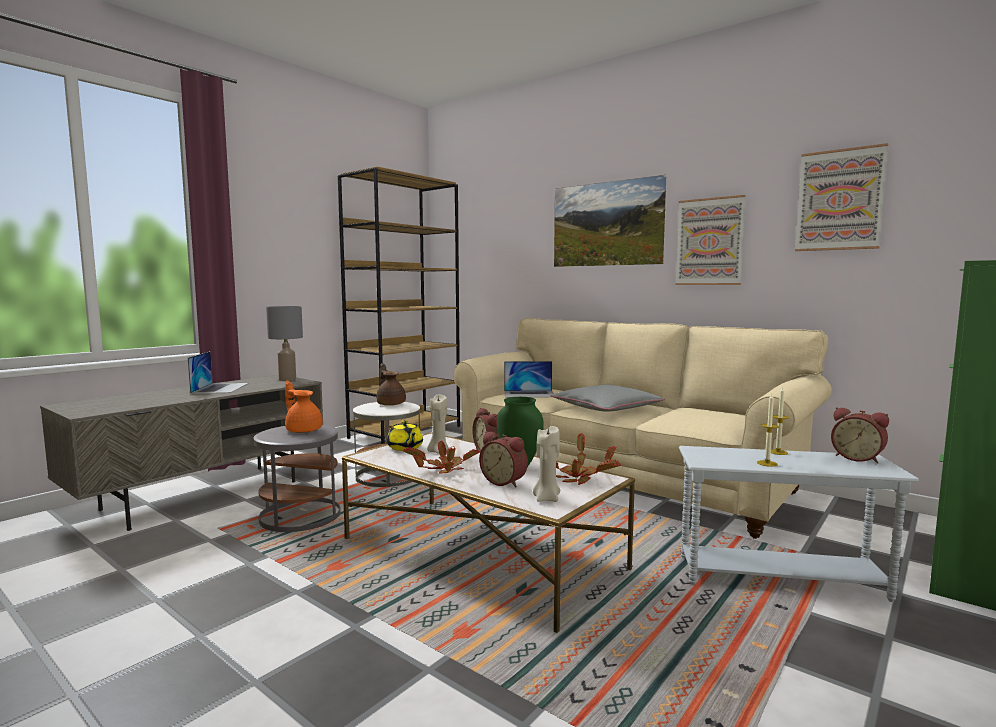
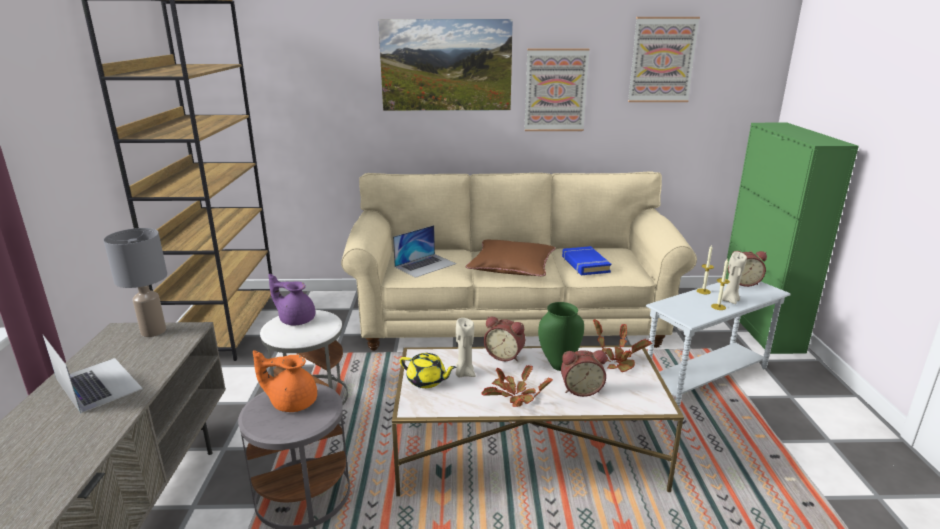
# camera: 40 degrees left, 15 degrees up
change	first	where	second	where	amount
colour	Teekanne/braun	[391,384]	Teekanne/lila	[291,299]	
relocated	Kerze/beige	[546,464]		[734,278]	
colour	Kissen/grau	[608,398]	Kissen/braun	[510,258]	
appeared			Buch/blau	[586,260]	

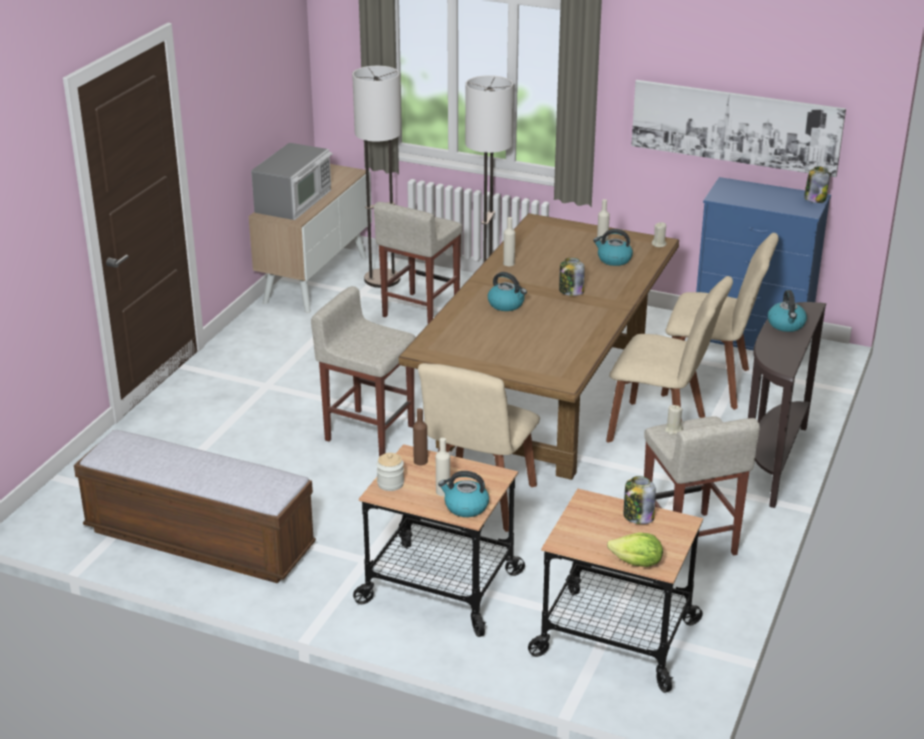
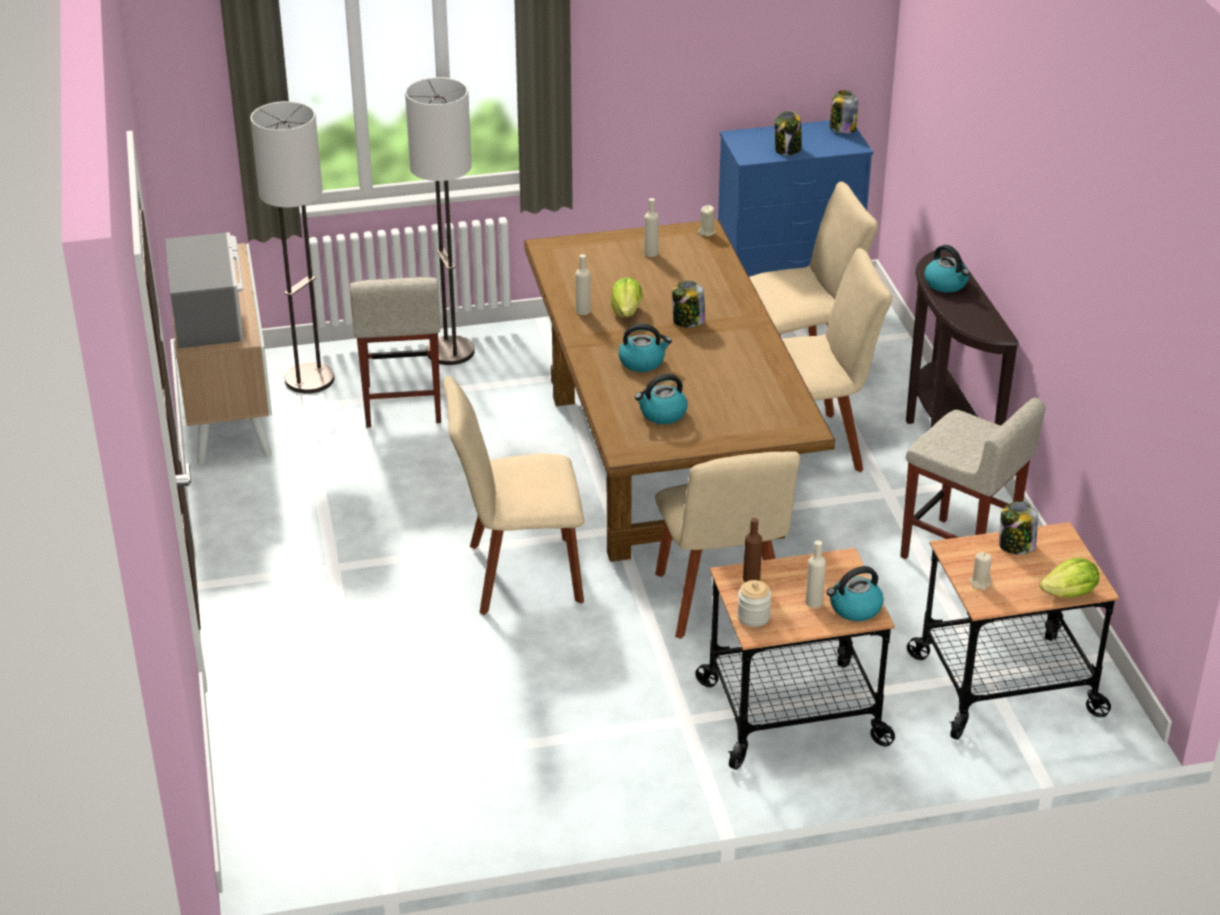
# camera: 35 degrees left, 5 degrees up
change	first	where	second	where	amount
missing	Bank	[195,506]			
exchanged	Hocker/beige	[363,371]	Stuhl/beige	[513,495]	
relocated	Wasserkessel	[613,247]		[661,399]	
missing	Bild	[738,128]			
relocated	Kerze/beige	[674,420]		[981,571]	
appeared			Salatkopf	[627,297]	
appeared			Vorratsglas	[788,133]	

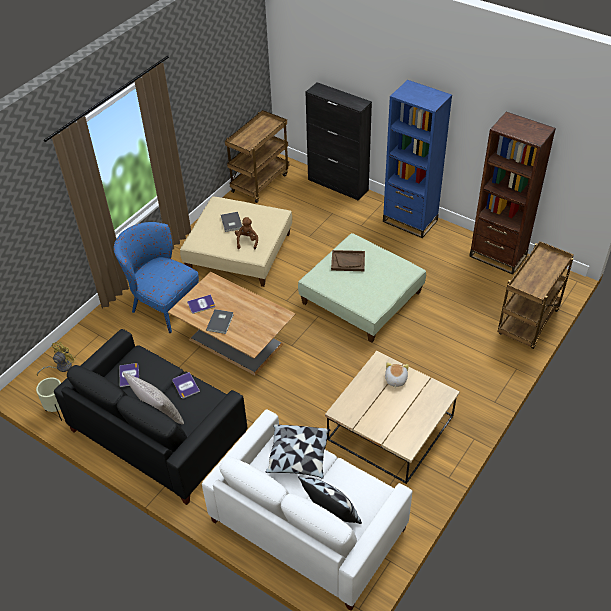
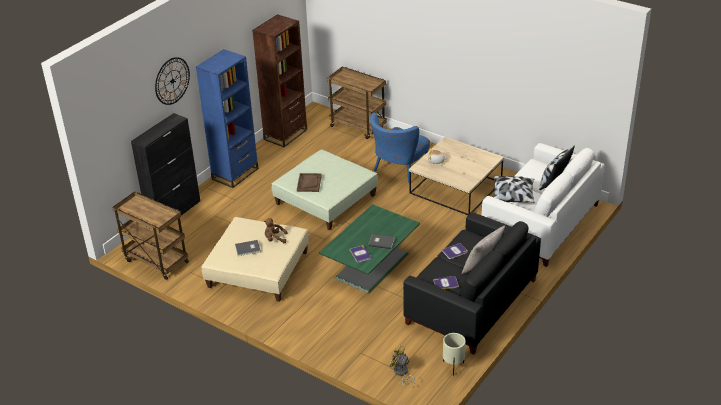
# camera: 90 degrees left, 10 degrees down
change	first	where	second	where	amount
relocated	Sessel/blau	[156,277]		[400,148]	
colour	Couchtisch/braun	[232,323]	Couchtisch/grün	[369,249]	
appeared			Wanduhr	[172,81]	

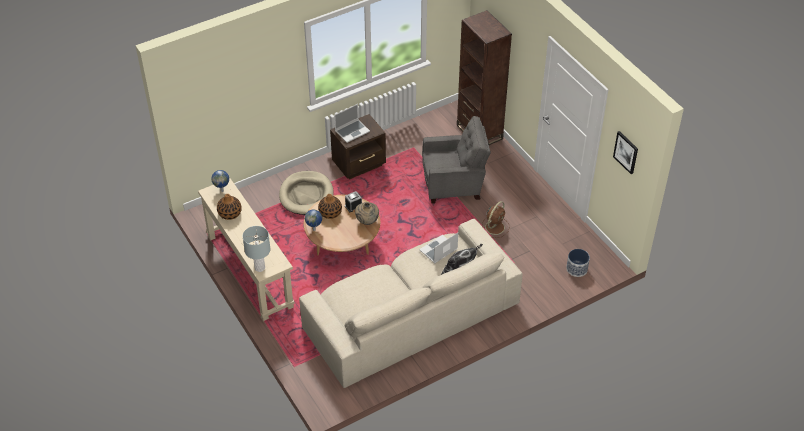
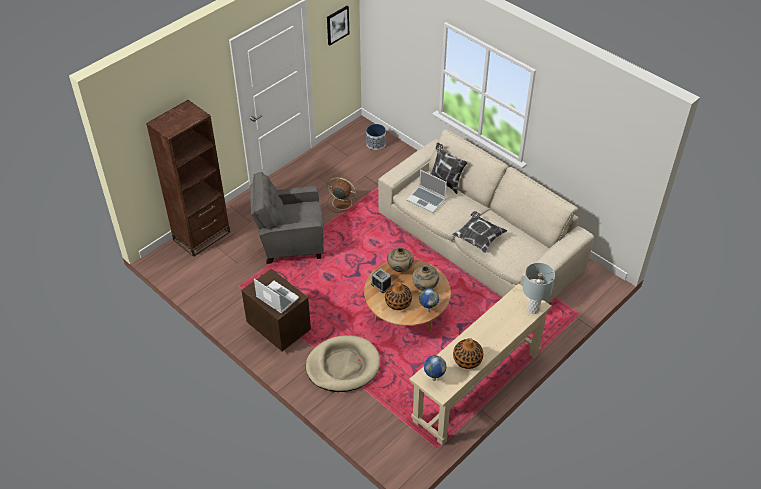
# camera: 105 degrees left, 0 degrees up
change	first	where	second	where	amount
spun	Sessel/grau	[456,160]		[287,218]	75 degrees counterclockwise
appeared			Vase/beige	[425,277]	
appeared			Kissen	[479,232]	

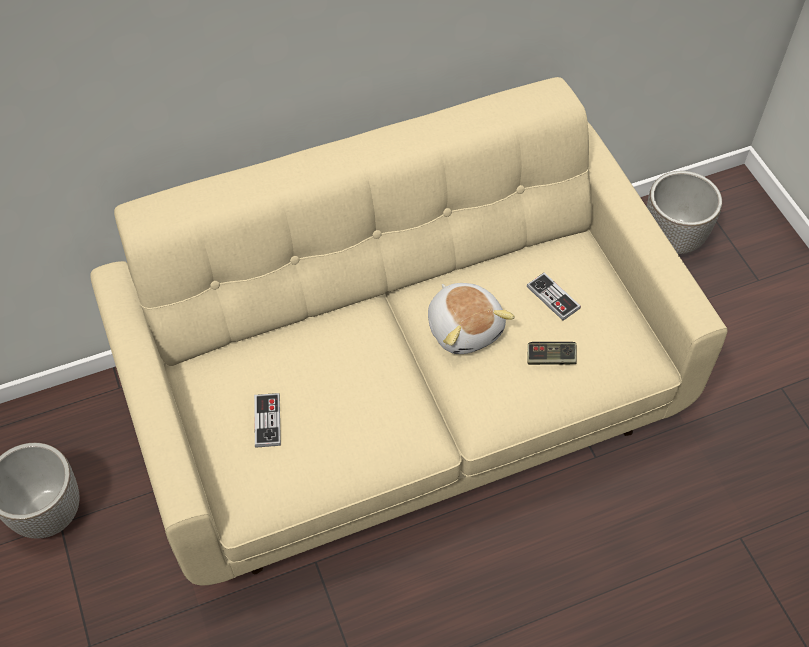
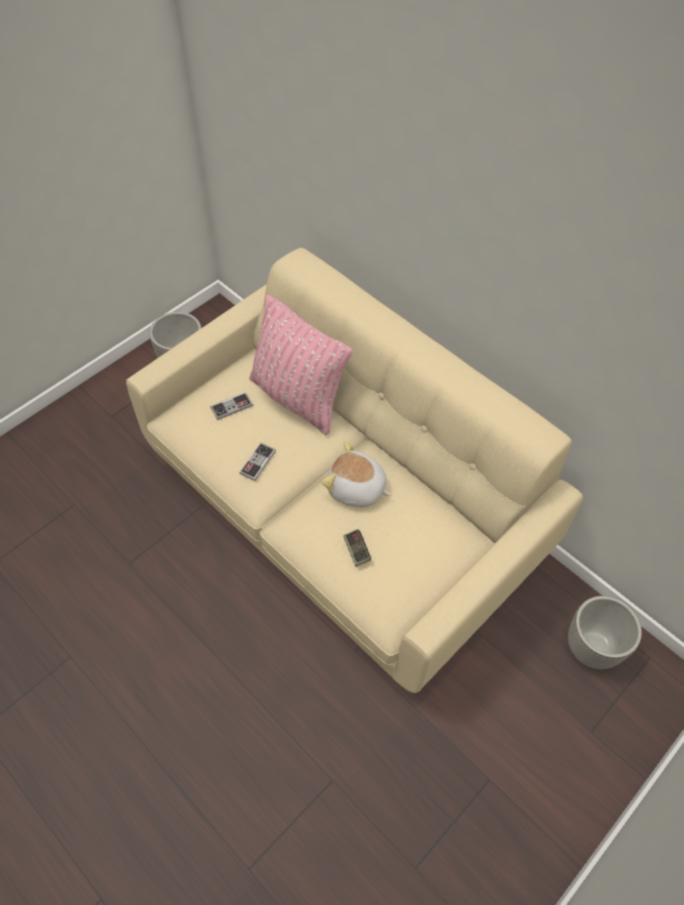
# camera: 65 degrees right, 0 degrees up
change	first	where	second	where	amount
spun	Plüschtier	[471,318]		[356,474]	75 degrees clockwise
relocated	Gamepad	[554,296]		[257,462]	
appeared			Kissen/rosa	[300,364]	

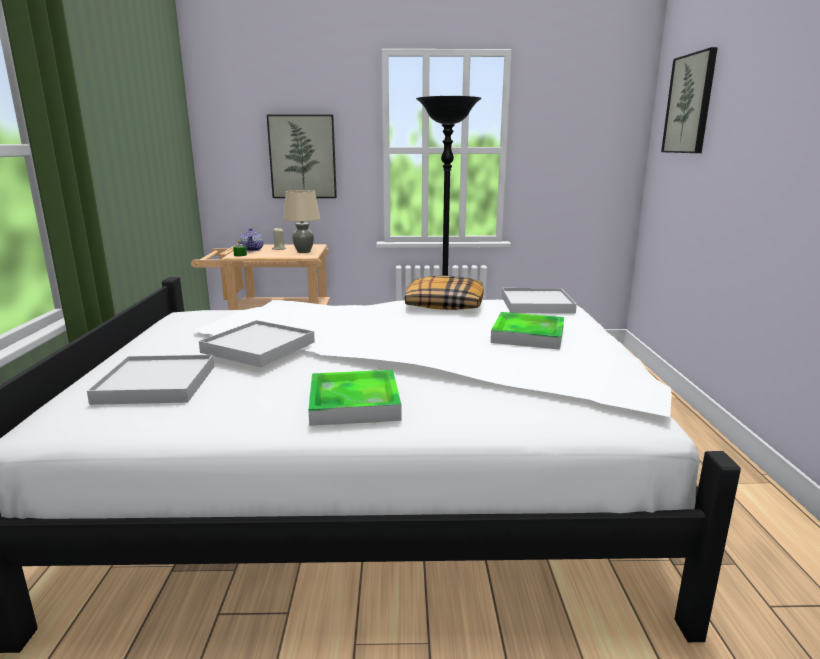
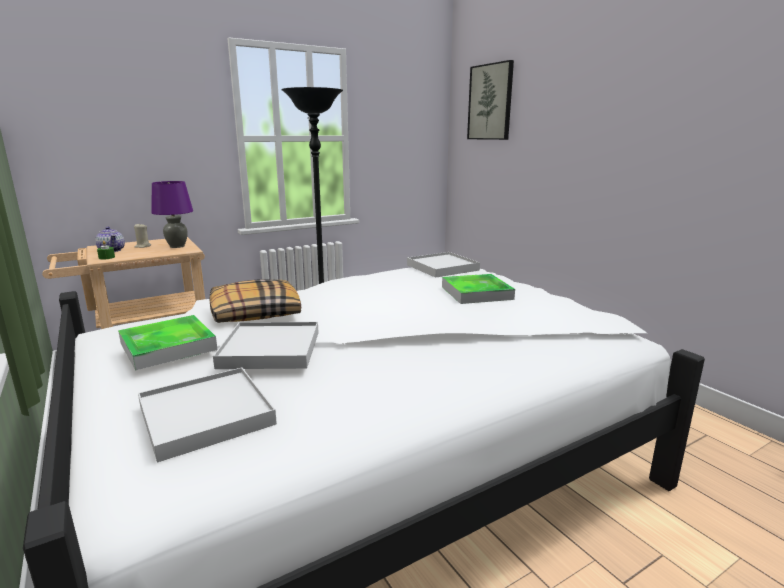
# camera: 30 degrees left, 0 degrees up
change	first	where	second	where	amount
missing	Bild	[302,156]			
colour	Tischlampe/beige	[302,221]	Tischlampe/lila	[172,214]	
relocated	Tablett	[355,398]		[168,342]	
relocated	Kissen	[444,292]		[255,301]	

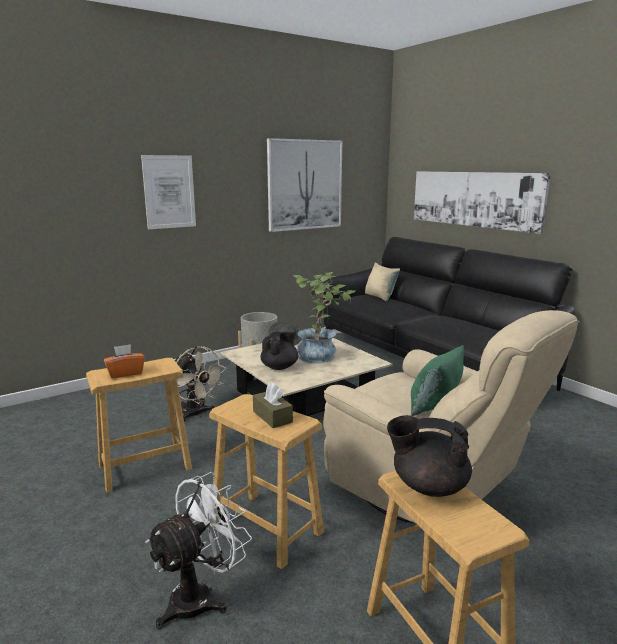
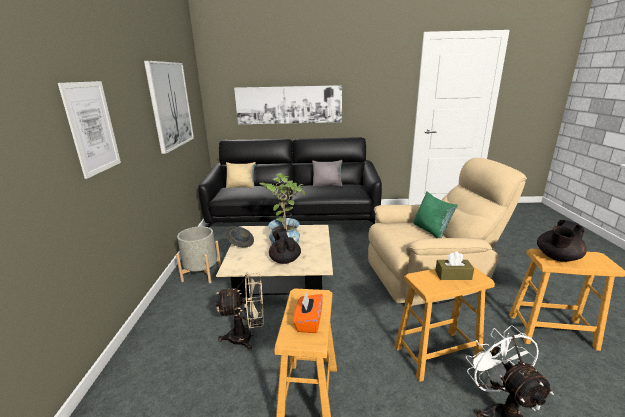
# camera: 55 degrees left, 5 degrees up
change	first	where	second	where	amount
appeared			Kissen/grau	[327,173]	

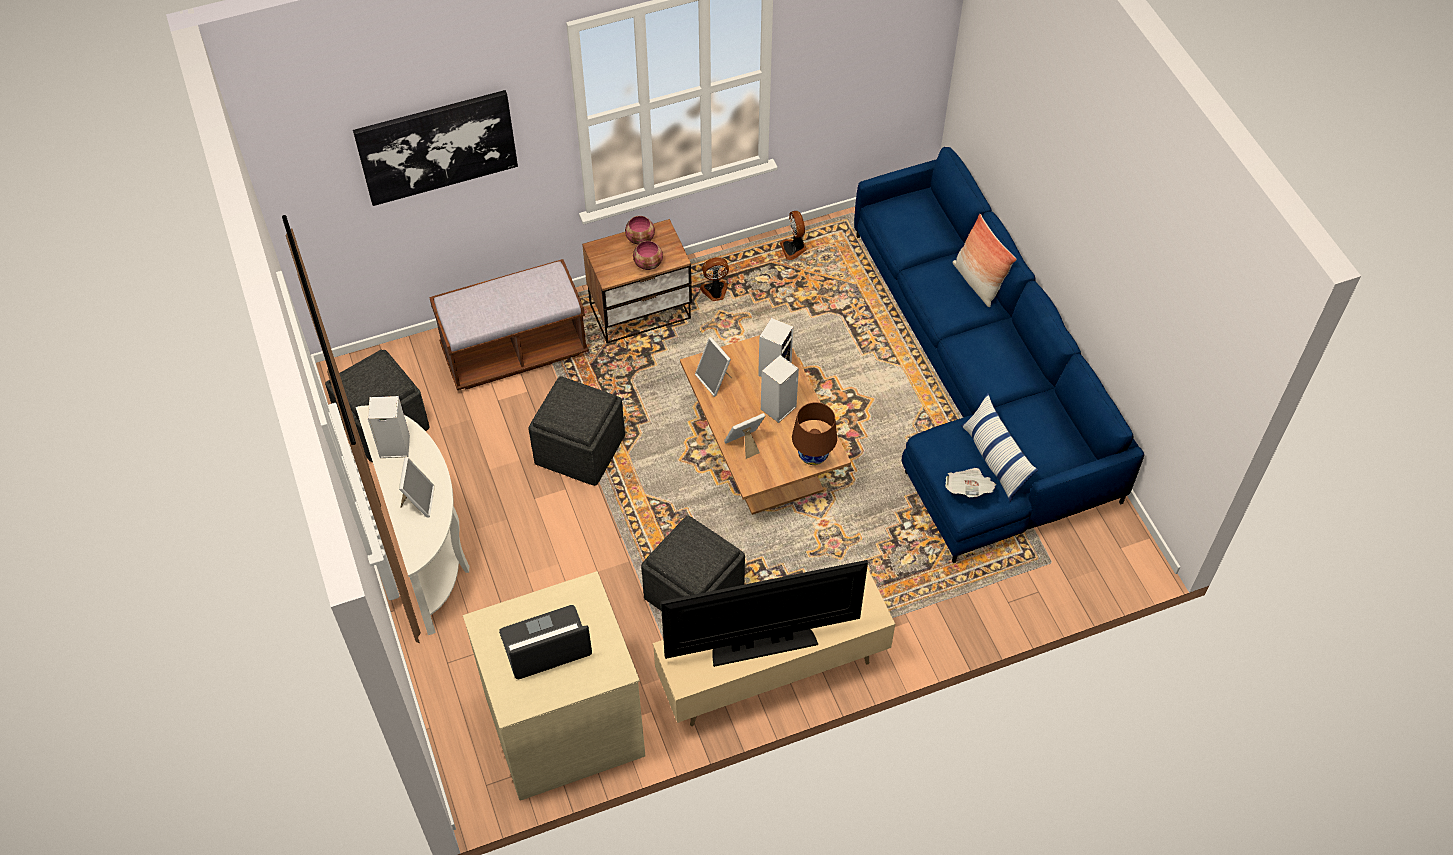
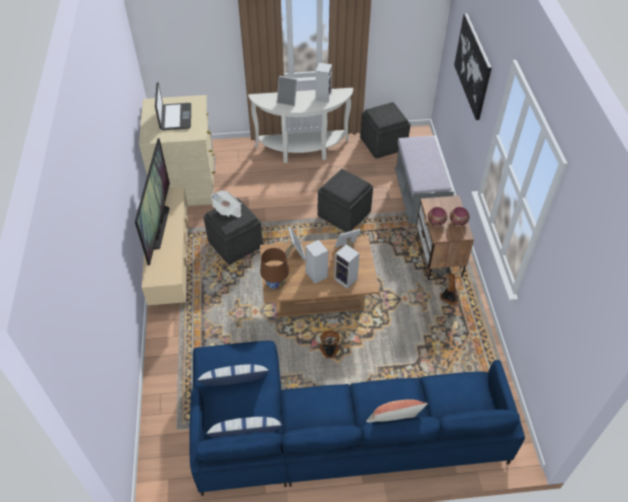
# camera: 105 degrees right, 5 degrees down
change	first	where	second	where	amount
colour	Bank/braun	[509,324]	Bank/grau	[424,179]	
relocated	Ventilator	[793,235]		[330,344]	
relocated	Zeitung	[970,482]		[226,204]	
appeared			Kissen	[244,427]	

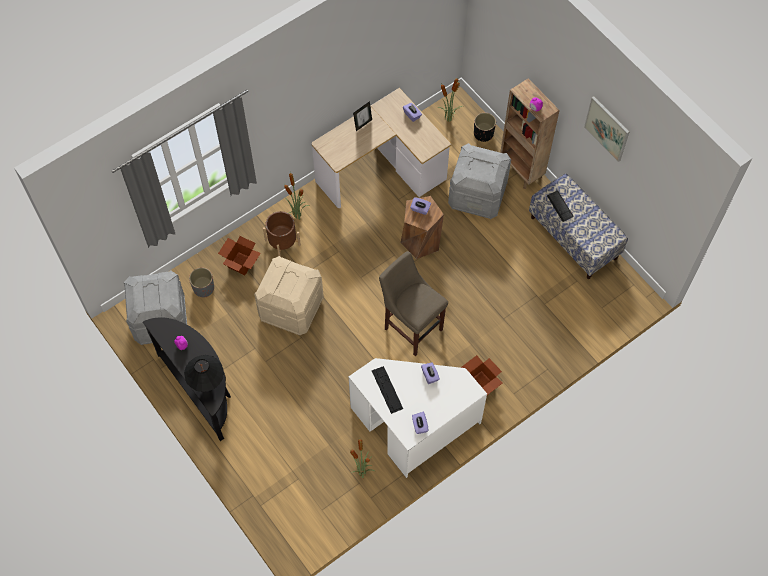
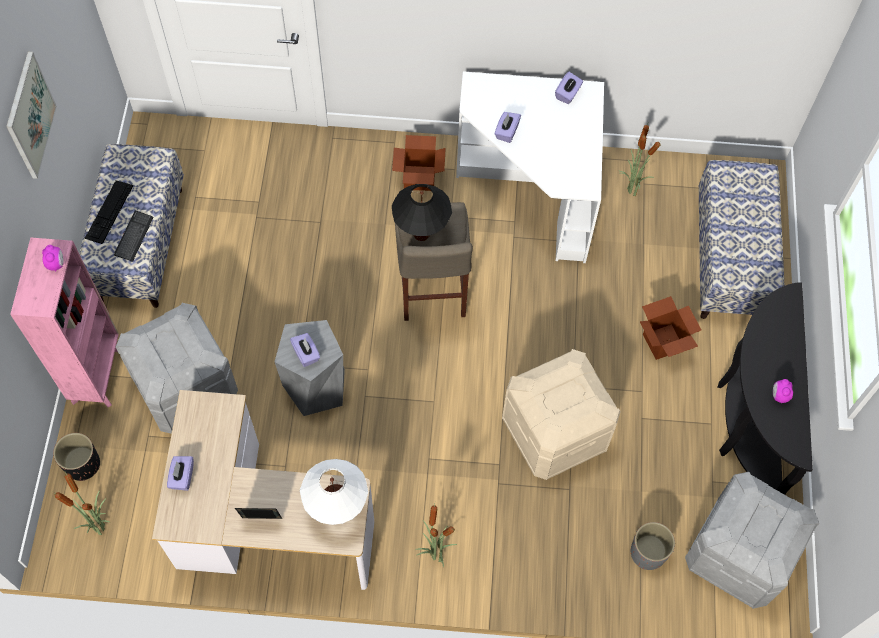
# camera: 140 degrees left, 0 degrees up
change	first	where	second	where	amount
relocated	Tischlampe/schwarz	[204,373]		[422,212]	
relocated	Karton	[239,255]		[670,328]	
missing	Pflanzkübel/braun	[282,234]			
relocated	Tastatur	[387,390]		[109,212]	
colour	Hocker/braun	[422,227]	Hocker/grau	[310,368]	
colour	Bücherregal/braun	[530,134]	Bücherregal/rosa	[64,323]	
appeared			Tischlampe/weiß	[334,492]	
appeared			Bank	[741,239]	

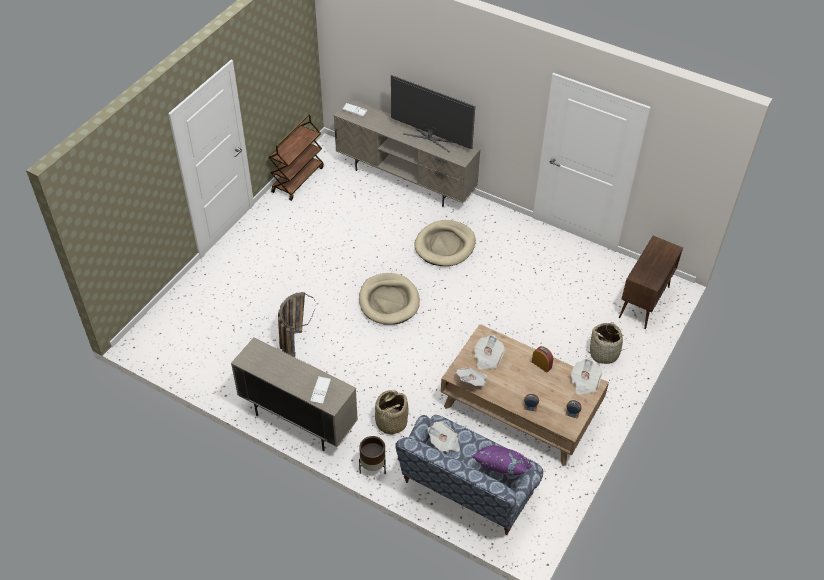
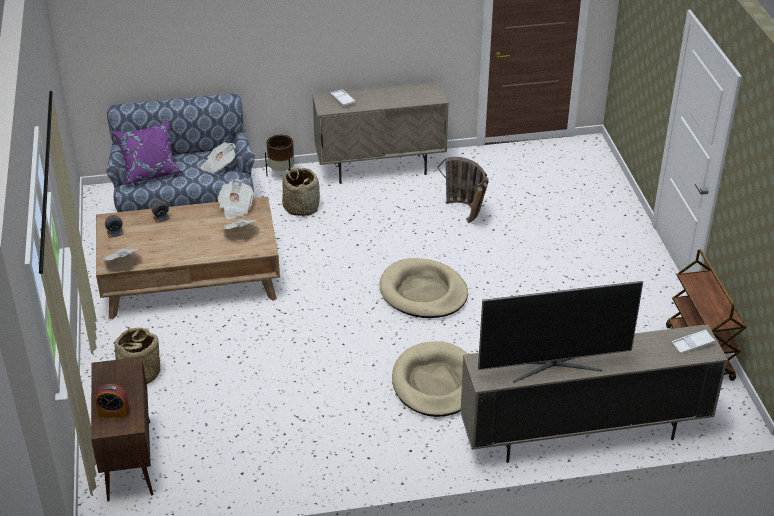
# camera: 140 degrees right, 10 degrees down
change	first	where	second	where	amount
relocated	Wecker	[542,359]		[112,401]	

